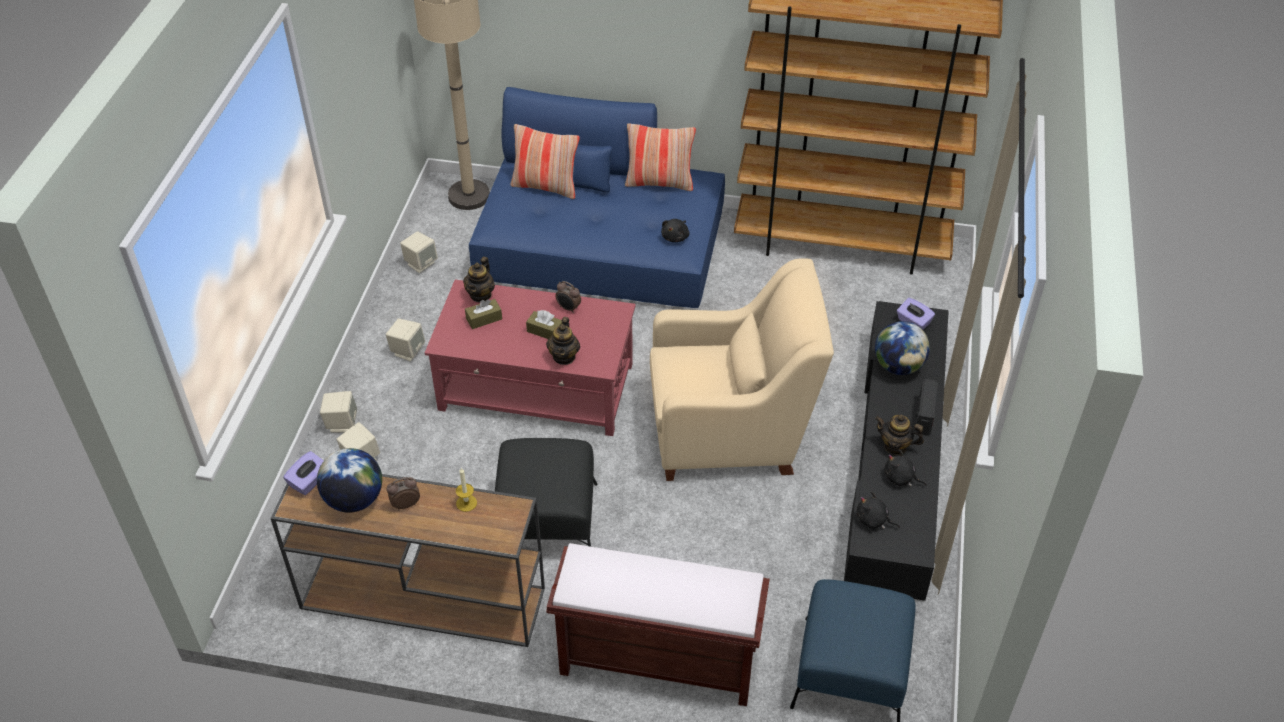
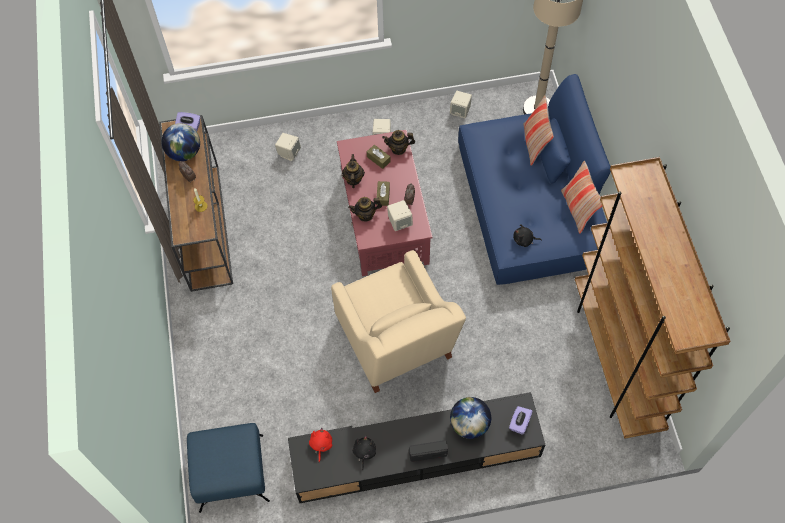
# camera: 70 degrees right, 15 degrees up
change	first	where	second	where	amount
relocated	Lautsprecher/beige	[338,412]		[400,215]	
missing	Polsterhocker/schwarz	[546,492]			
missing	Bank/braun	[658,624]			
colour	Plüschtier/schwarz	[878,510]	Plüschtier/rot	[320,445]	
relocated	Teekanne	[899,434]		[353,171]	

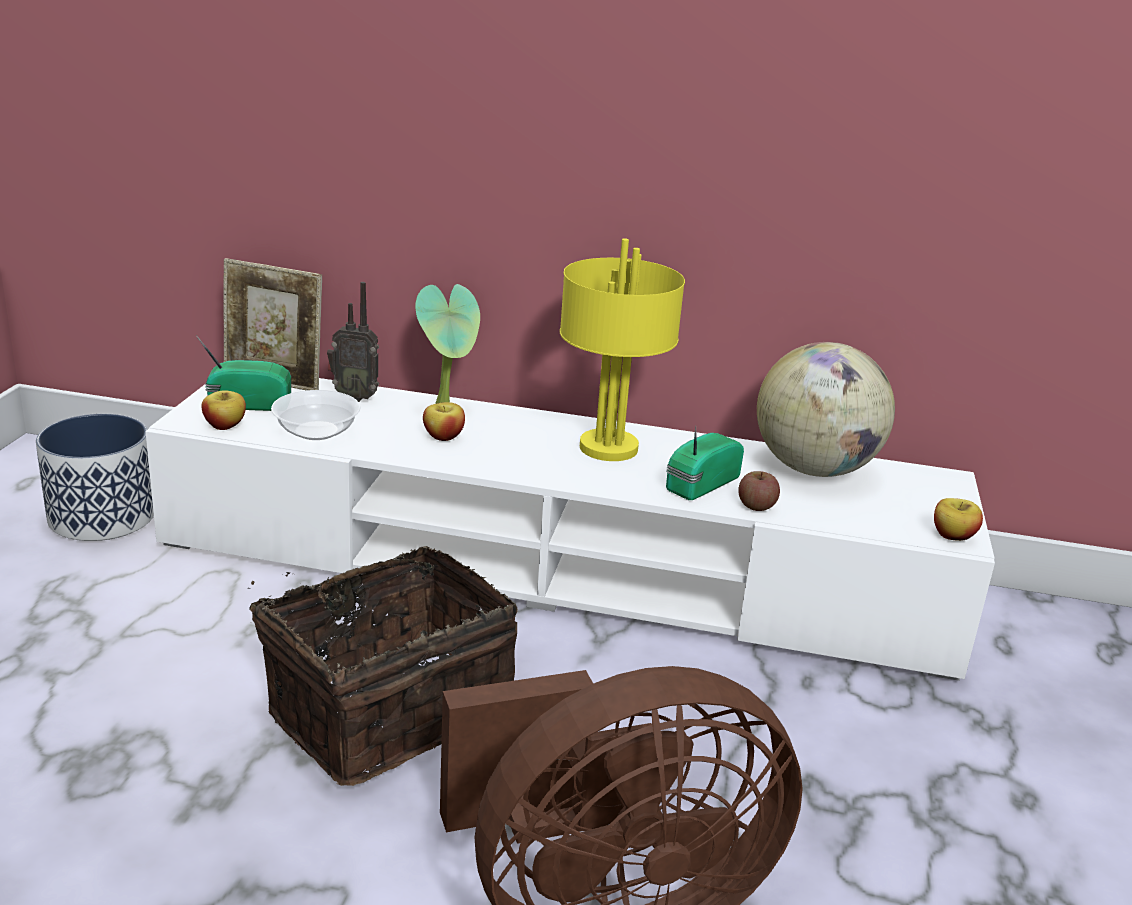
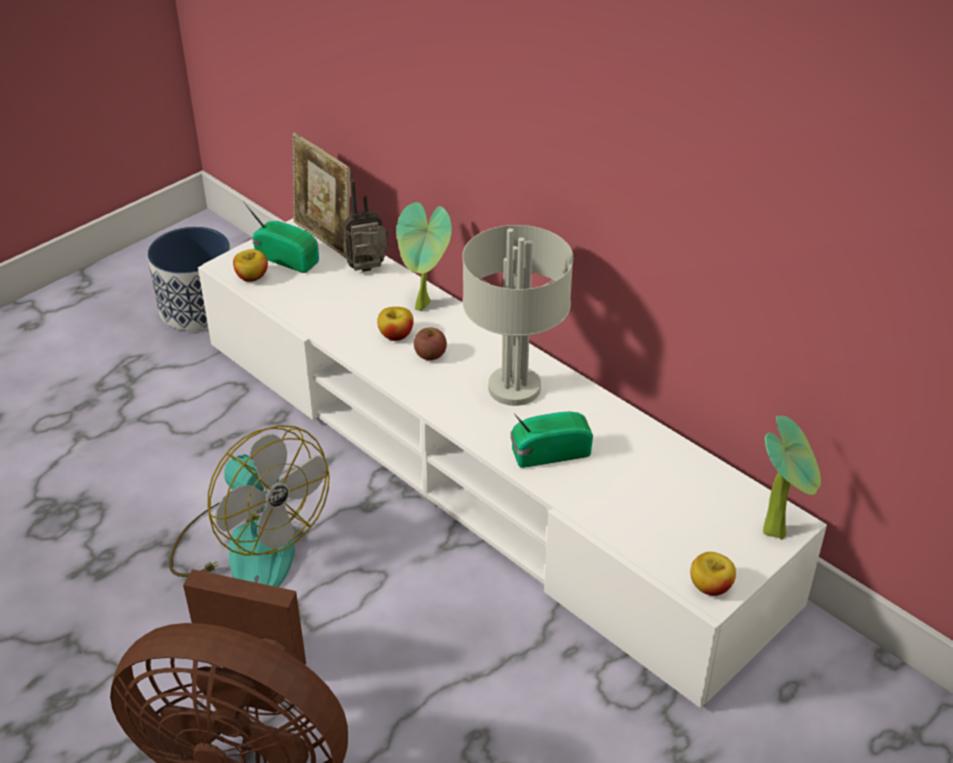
# camera: 35 degrees right, 15 degrees up
change	first	where	second	where	amount
exchanged	Korb	[383,666]	Ventilator	[249,506]	
missing	Schüssel	[315,415]			
spun	Radio	[353,342]		[366,226]	120 degrees clockwise
colour	Tischlampe/gelb	[622,350]	Tischlampe/grau	[517,315]	
relocated	Apfel	[759,491]		[430,344]	
missing	Globus	[826,409]			
appeared			Topfpflanze	[792,478]	

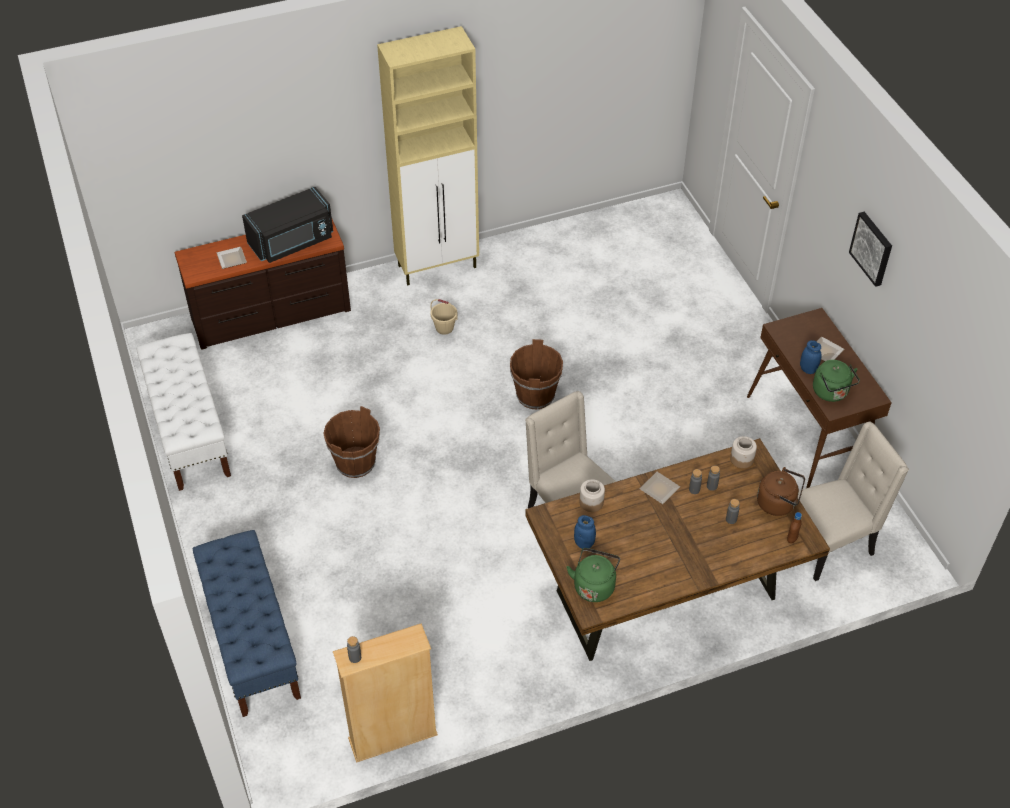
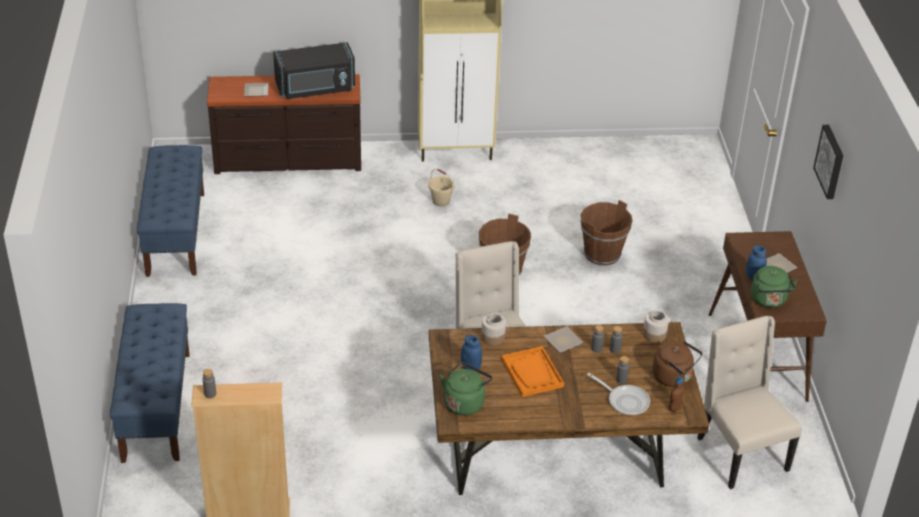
# camera: 15 degrees right, 10 degrees down
change	first	where	second	where	amount
colour	Bank/weiß	[183,412]	Bank/blau	[170,211]	
relocated	Eimer/braun	[352,442]		[606,232]	
spun	Stuhl/beige	[853,501]		[749,402]	105 degrees counterclockwise
appeared			Tablett/orange	[532,371]	
appeared			Pfanne	[618,394]	

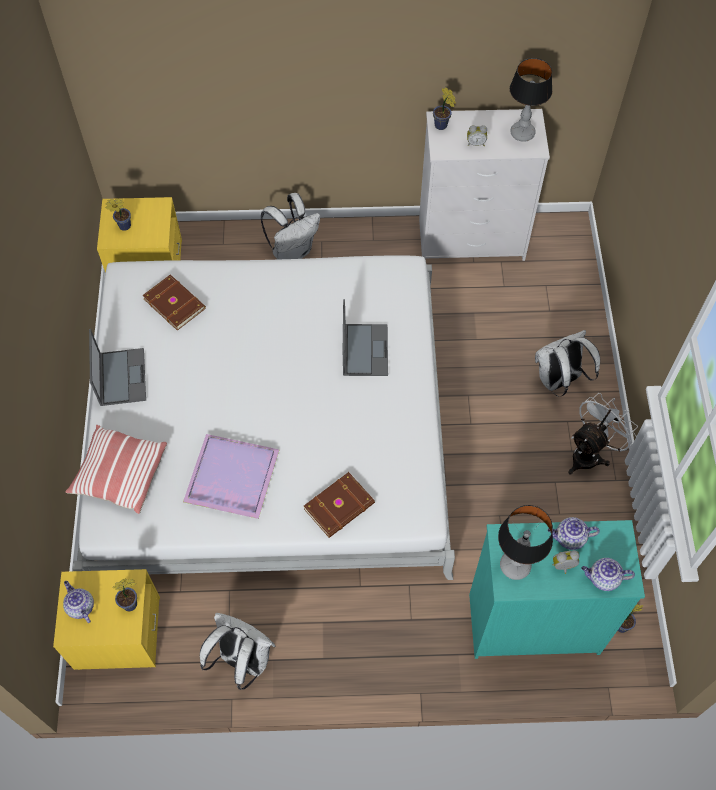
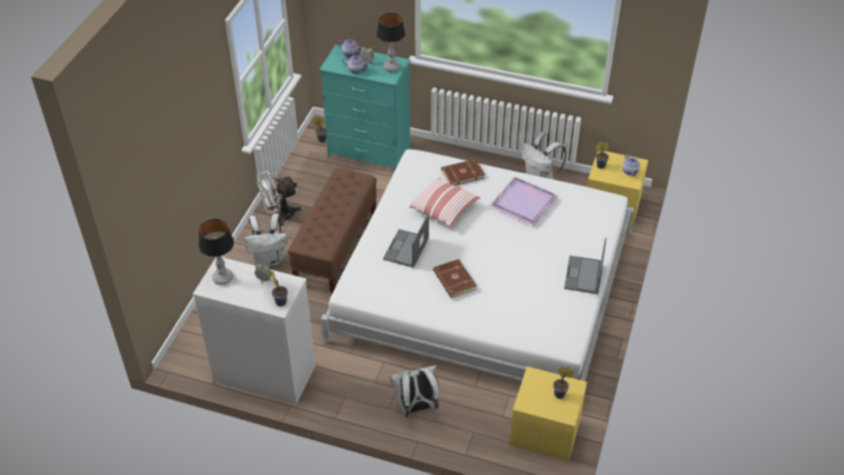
# camera: 160 degrees left, 15 degrees down
change	first	where	second	where	amount
relocated	Kissen	[116,469]		[444,202]	
relocated	Buch/braun	[174,303]		[455,278]	
appeared			Bank/braun	[332,231]	

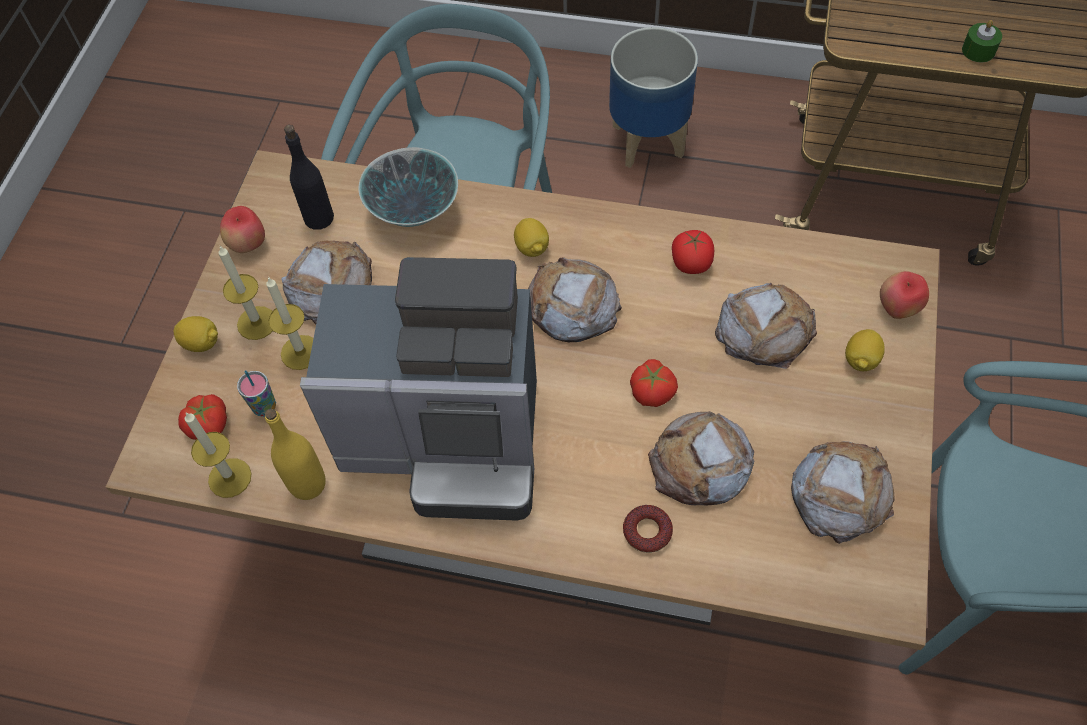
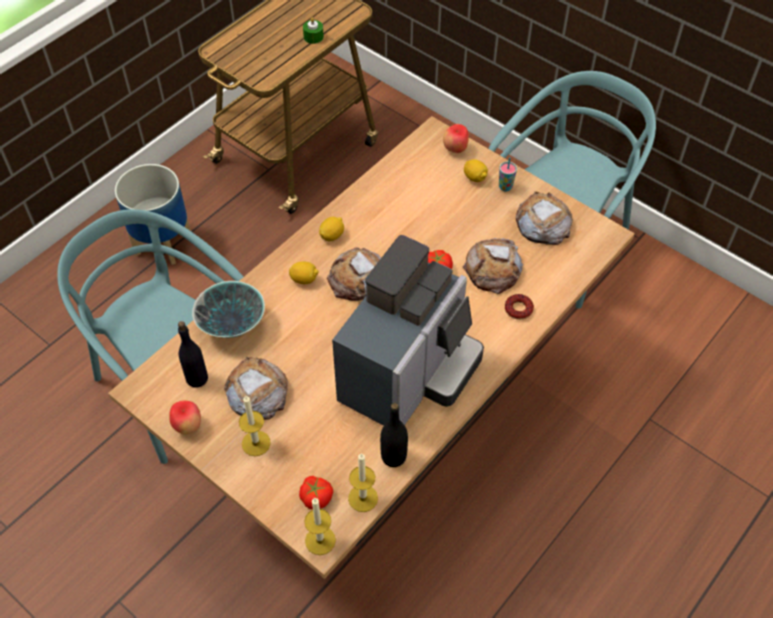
# camera: 65 degrees left, 5 degrees down
change	first	where	second	where	amount
relocated	Zitrone	[196,334]		[331,229]	
relocated	Tasse	[256,393]		[508,174]	
colour	Flasche/gelb	[295,454]	Flasche/schwarz	[394,435]	
relocated	Kerze	[289,323]		[320,526]	
missing	Tomate	[693,252]			
missing	Brot	[766,326]			

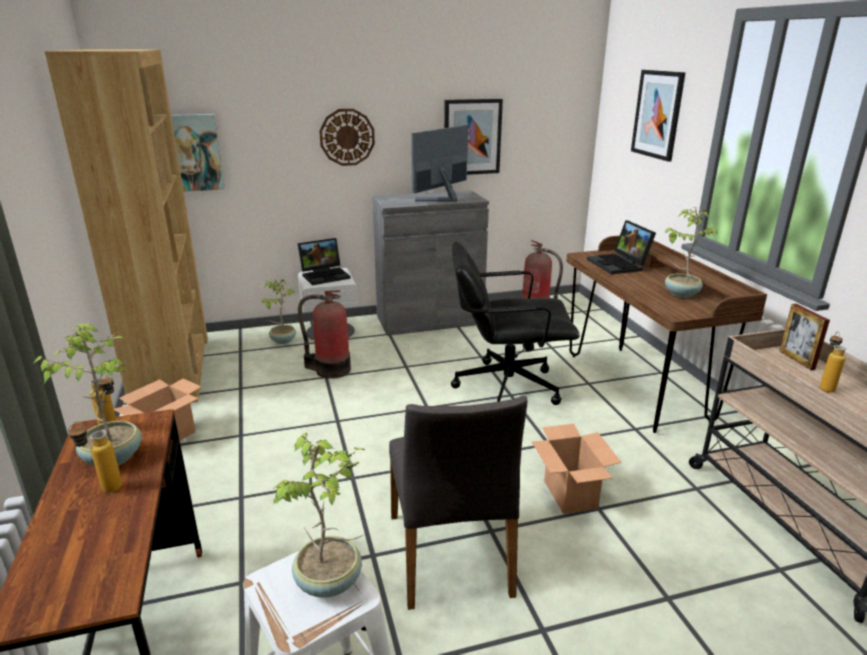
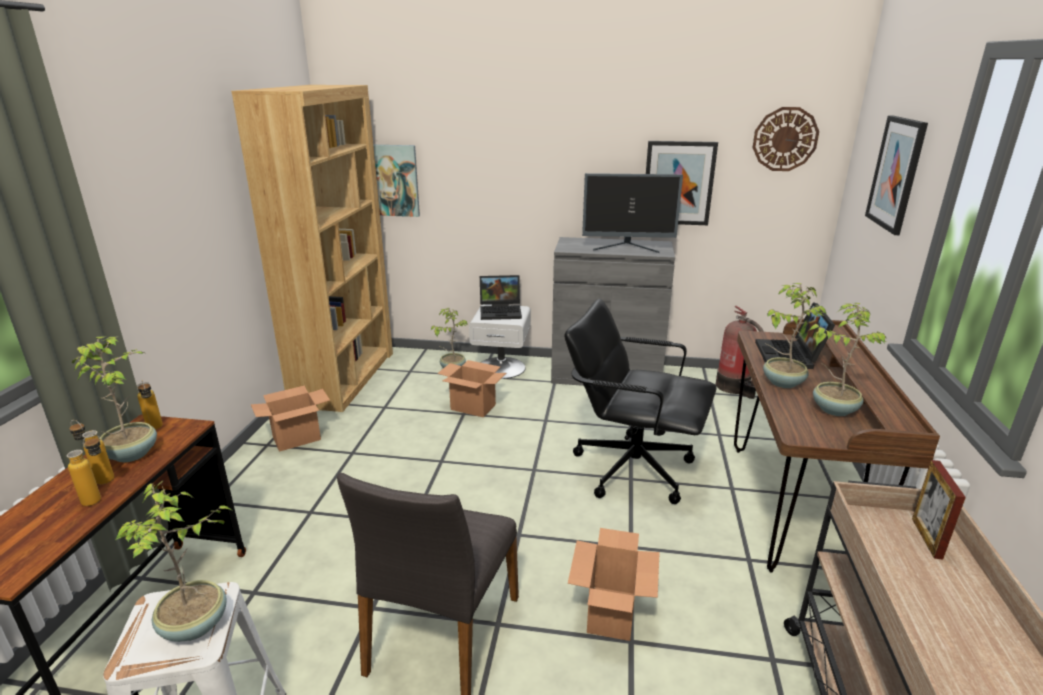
# camera: 25 degrees right, 0 degrees up
change	first	where	second	where	amount
exchanged	Feuerlöscher	[324,334]	Karton	[471,389]	
relocated	Wanduhr	[347,137]		[785,139]	
spun	Monitor	[439,163]		[632,213]	150 degrees counterclockwise
relocated	Flasche	[832,362]		[84,470]	
appeared			Topfpflanze	[794,335]	

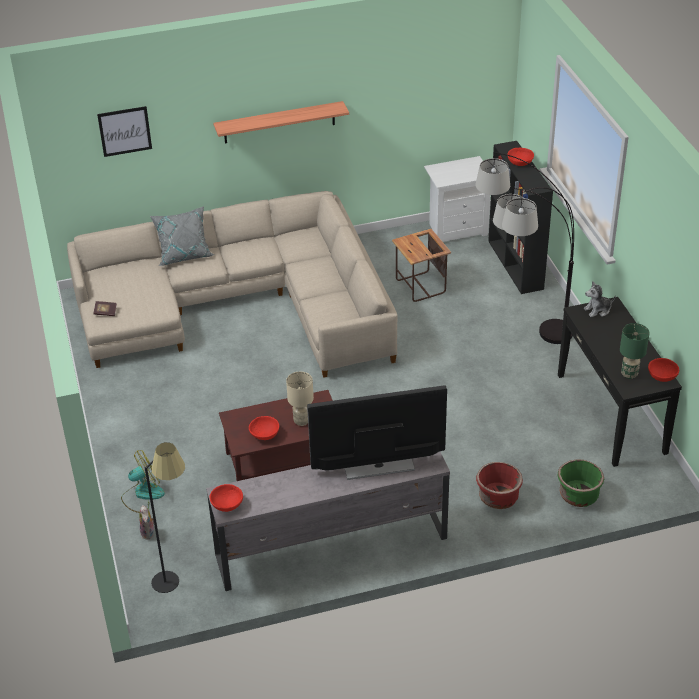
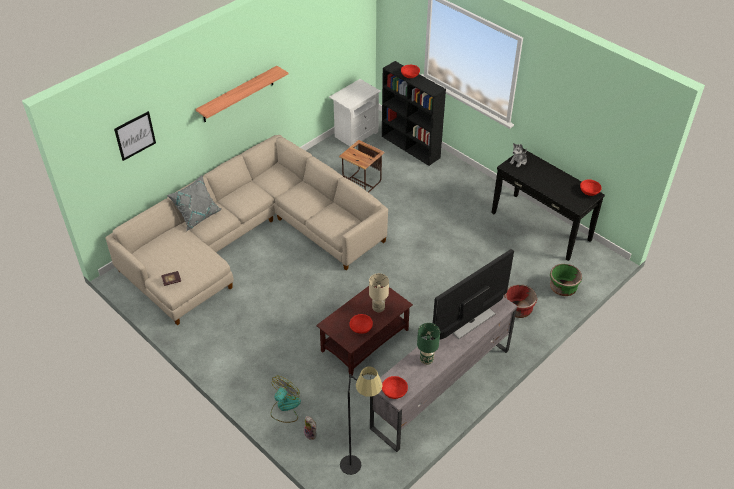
# camera: 30 degrees left, 5 degrees up
change	first	where	second	where	amount
missing	Stehlampe	[525,248]			
relocated	Tischlampe/grün	[635,351]		[428,344]	

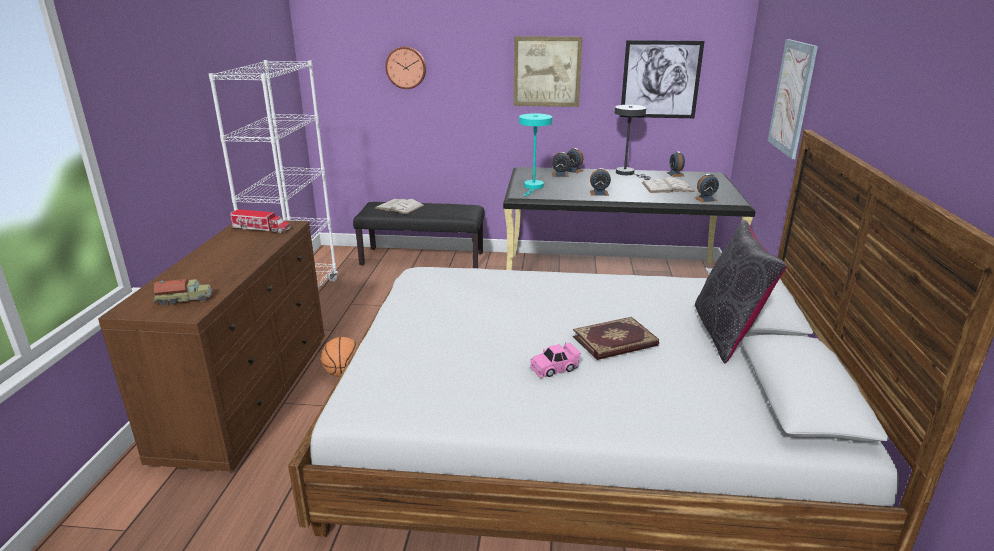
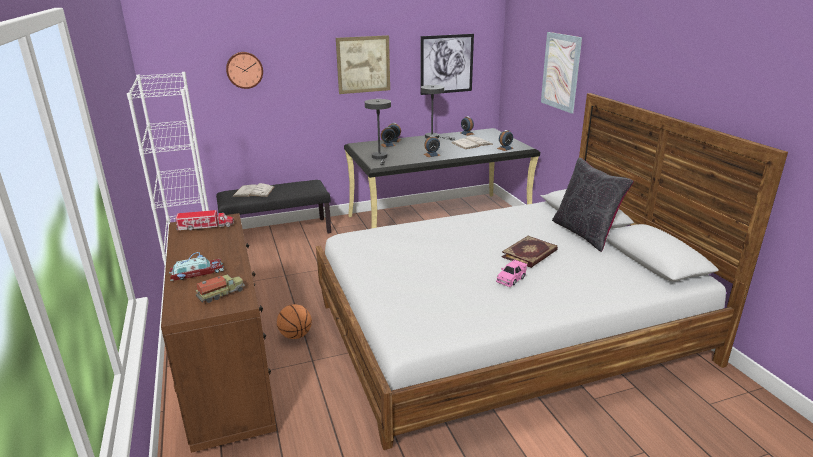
# camera: 25 degrees left, 0 degrees up
change	first	where	second	where	amount
colour	Tischlampe/türkis	[535,154]	Tischlampe/grau	[378,132]	
appeared			Spielzeugauto	[196,266]	

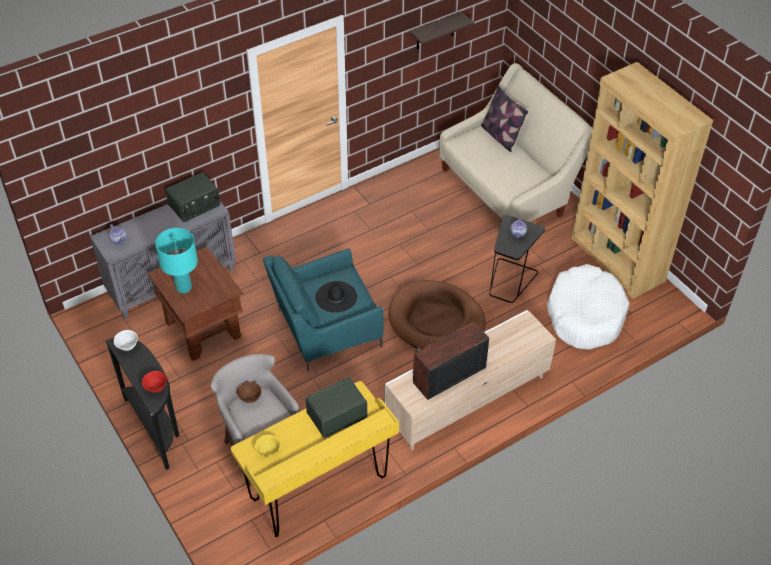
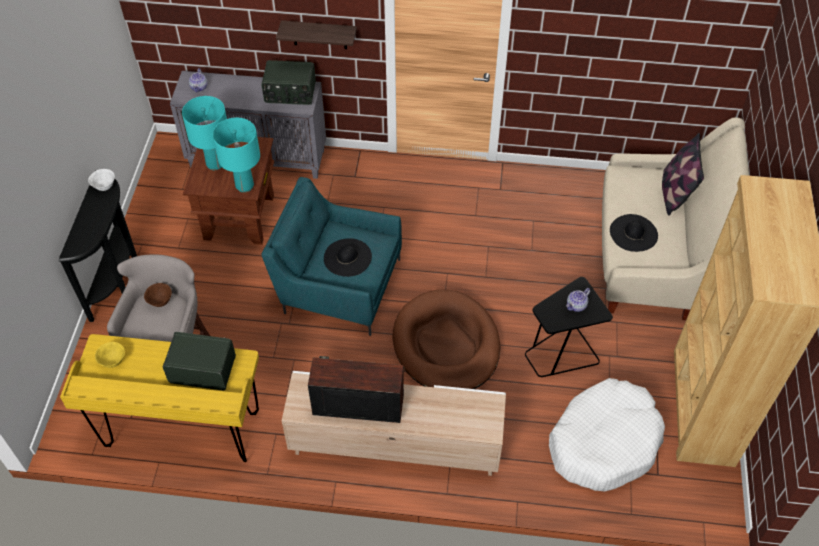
# camera: 40 degrees right, 5 degrees up
change	first	where	second	where	amount
missing	Schüssel/rot	[154,382]			
relocated	Wandregal	[442,30]		[316,34]	
appeared			Tischlampe/türkis	[236,155]	
appeared			Hut/schwarz	[634,233]	

